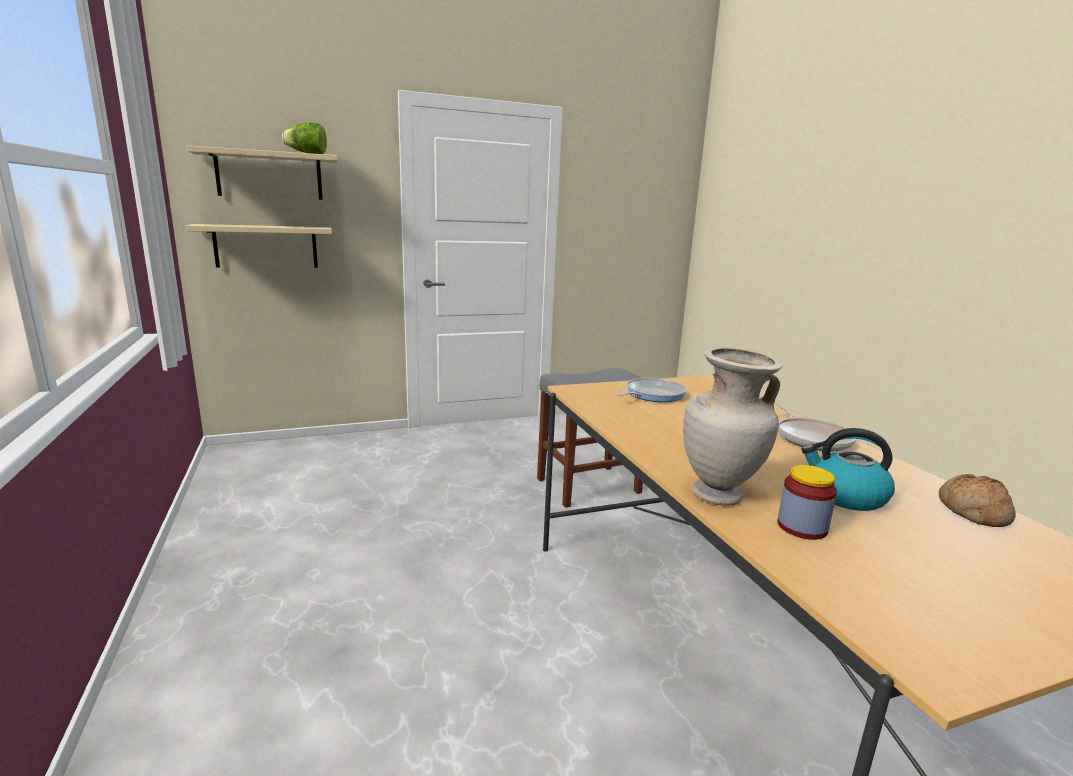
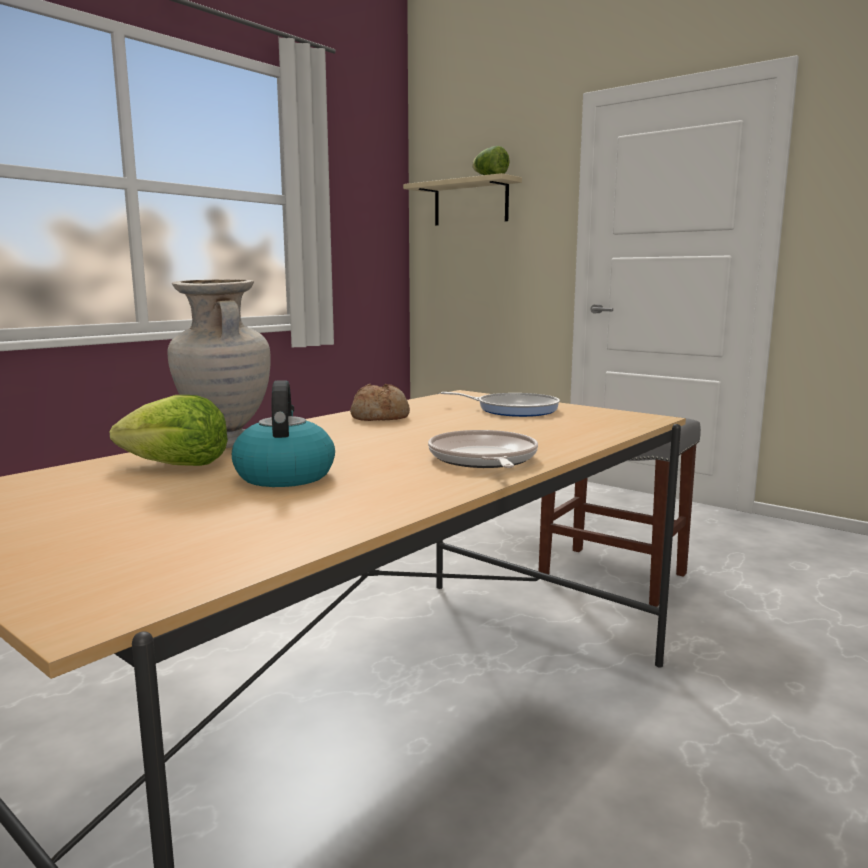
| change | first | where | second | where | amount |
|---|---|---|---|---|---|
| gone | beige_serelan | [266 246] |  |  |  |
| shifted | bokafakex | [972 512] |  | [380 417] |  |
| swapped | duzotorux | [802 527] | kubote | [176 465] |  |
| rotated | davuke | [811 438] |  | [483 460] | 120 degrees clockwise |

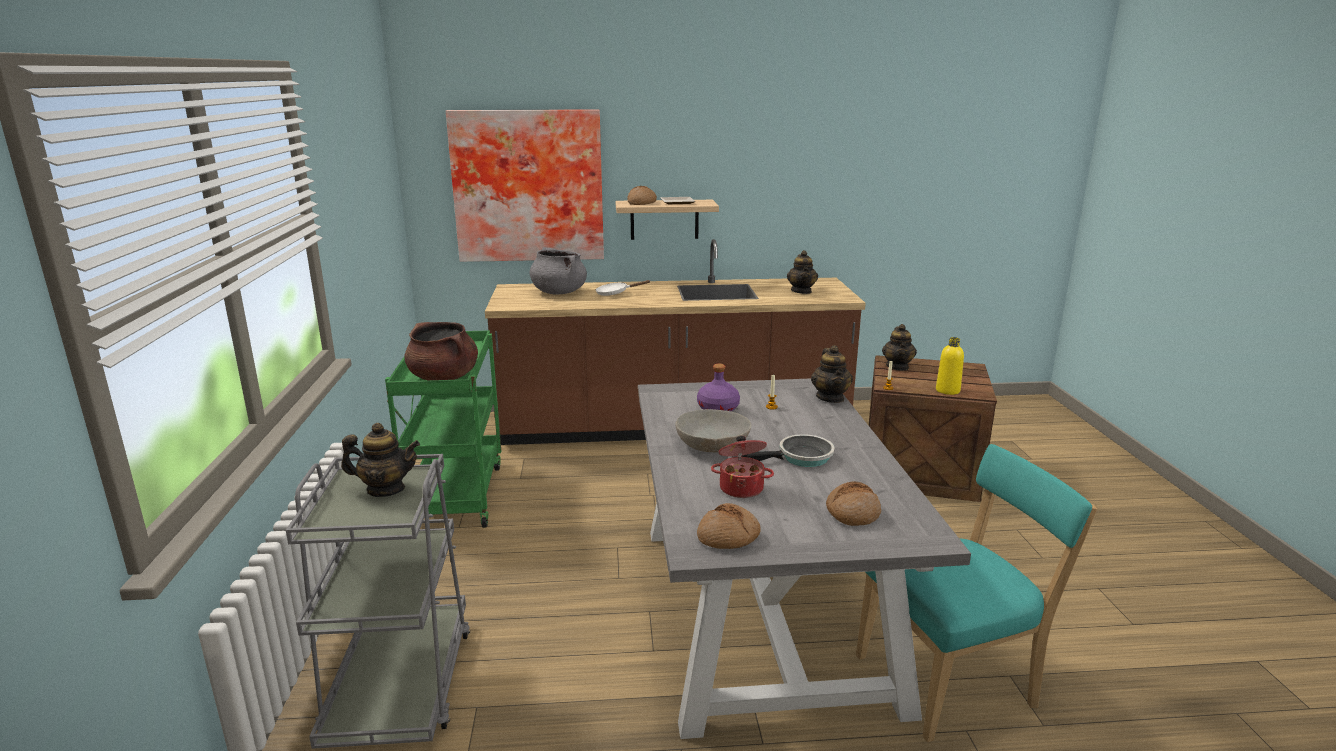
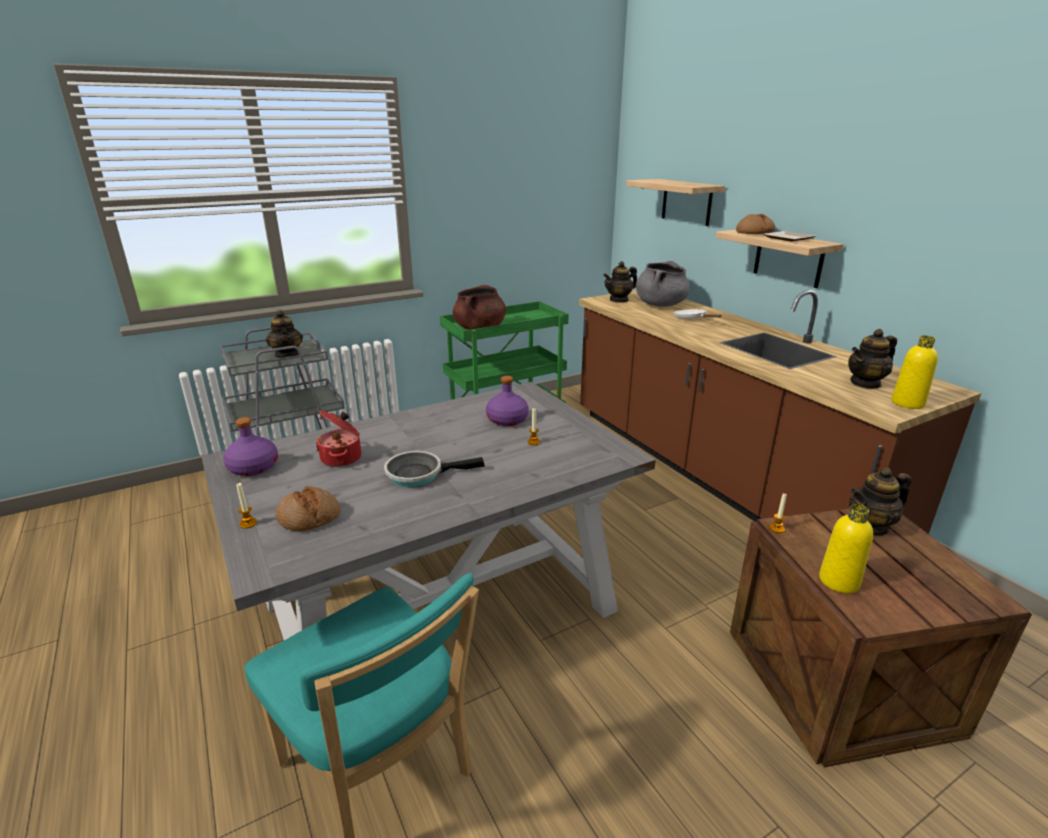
| change | first | where | second | where | amount |
|---|---|---|---|---|---|
| gone | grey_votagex | [713 445] |  |  |  |
| new |  |  | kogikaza | [248 523] |  |
| new |  |  | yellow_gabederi | [907 403] |  |
| shifted | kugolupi | [830 398] |  | [619 300] |  |
| swapped | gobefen | [528 186] | serelan | [686 202] |  |
| swapped | bokafakex | [728 537] | purple_gabederi | [253 467] |  |
| rotated | davuke | [801 458] |  | [419 474] | 120 degrees clockwise |

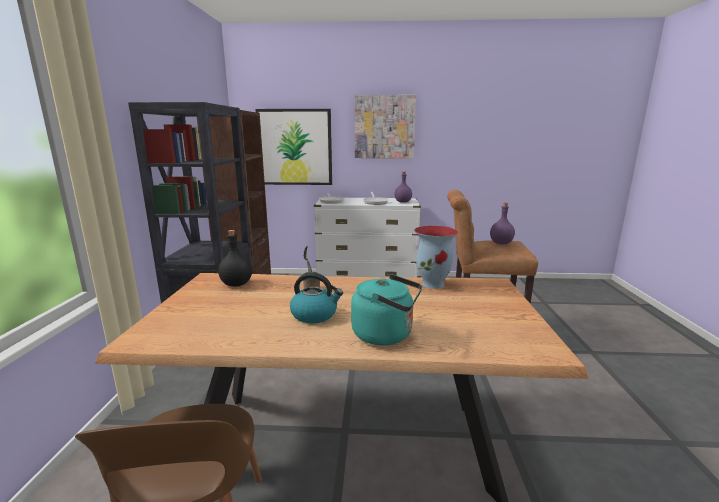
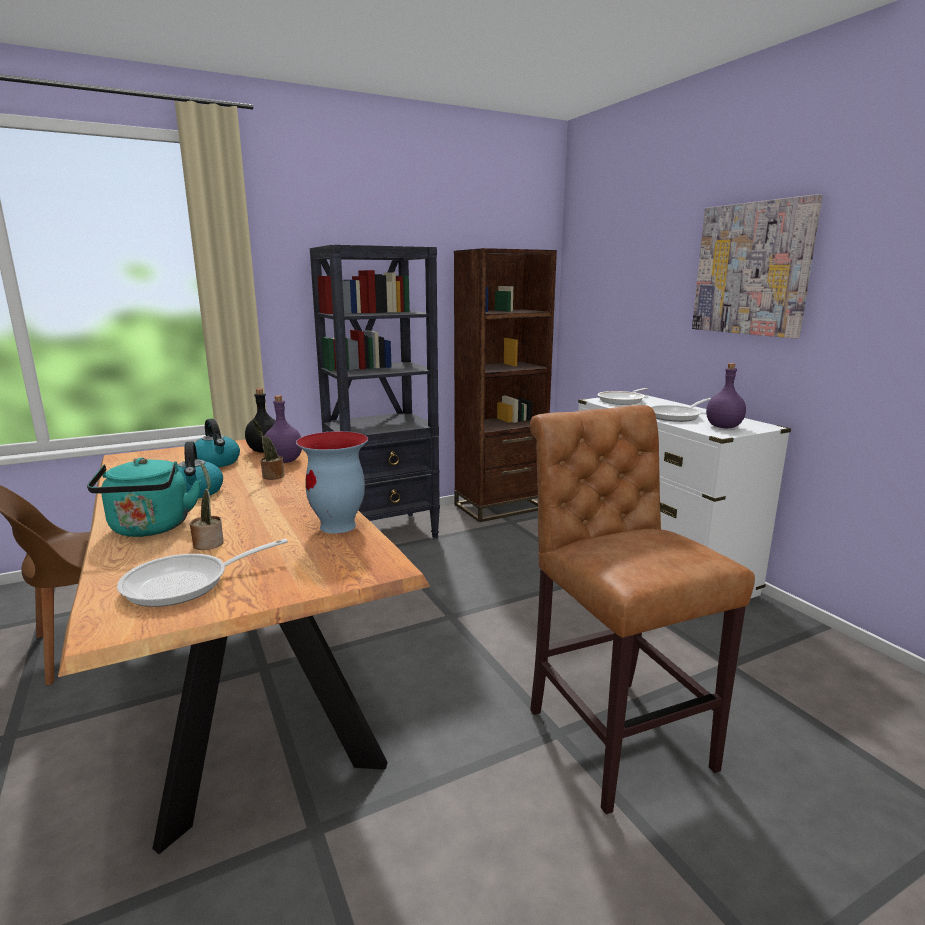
| change | first | where | second | where | amount |
|---|---|---|---|---|---|
| gone | gobefen | [295 147] |  |  |  |
| new |  |  | davuke | [186 584] |  |
| new |  |  | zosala | [209 543] |  |
| new |  |  | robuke | [217 462] |  |
| shifted | purple_gabederi | [500 243] |  | [283 461] |  |

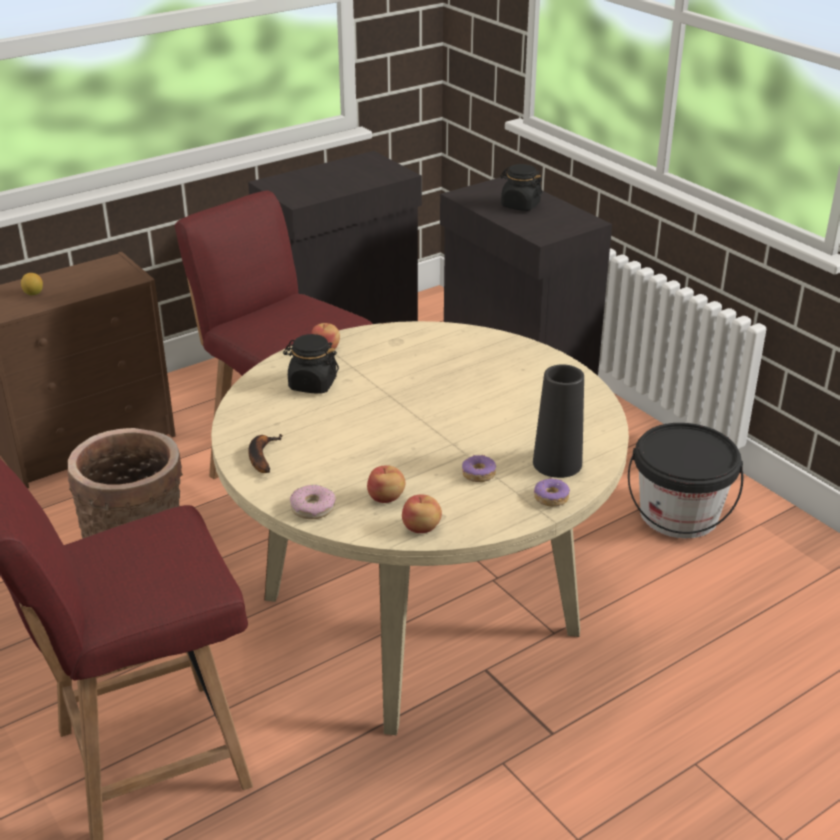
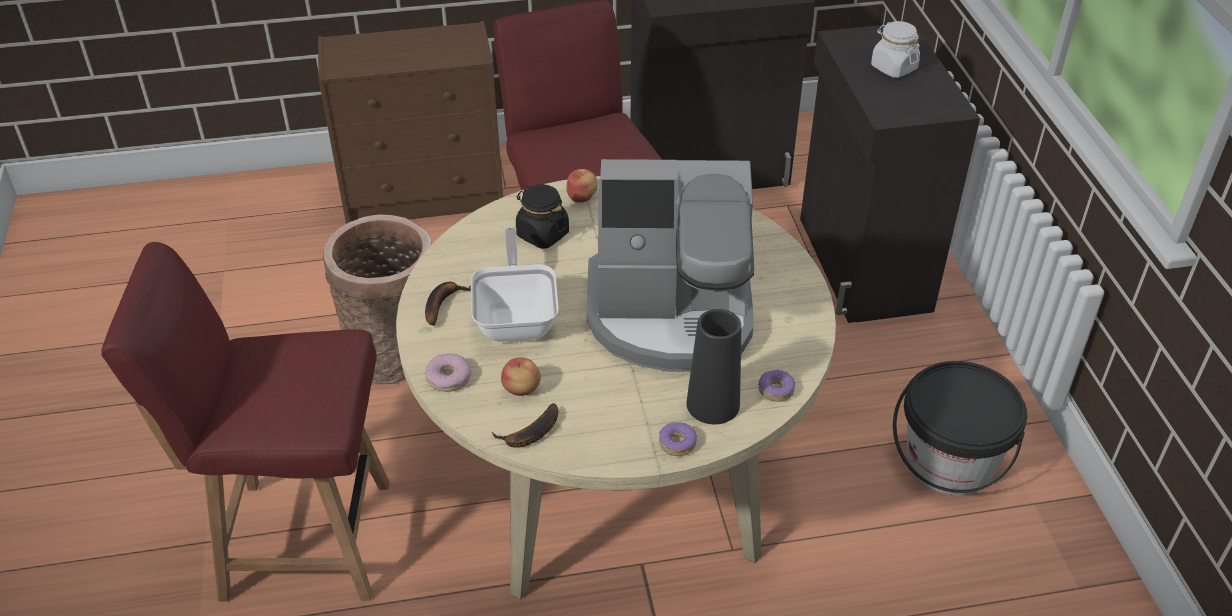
| change | first | where | second | where | amount |
|---|---|---|---|---|---|
| gone | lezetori | [33 293] |  |  |  |
| new |  |  | davuke | [517 317] |  |
| new |  |  | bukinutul | [671 315] |  |
| shifted | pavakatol | [478 474] |  | [775 390] |  |
| swapped | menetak | [421 528] | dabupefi | [530 435] |  |
| repainted | black_duzotorux | [520 205] | white_duzotorux | [893 68] |  |

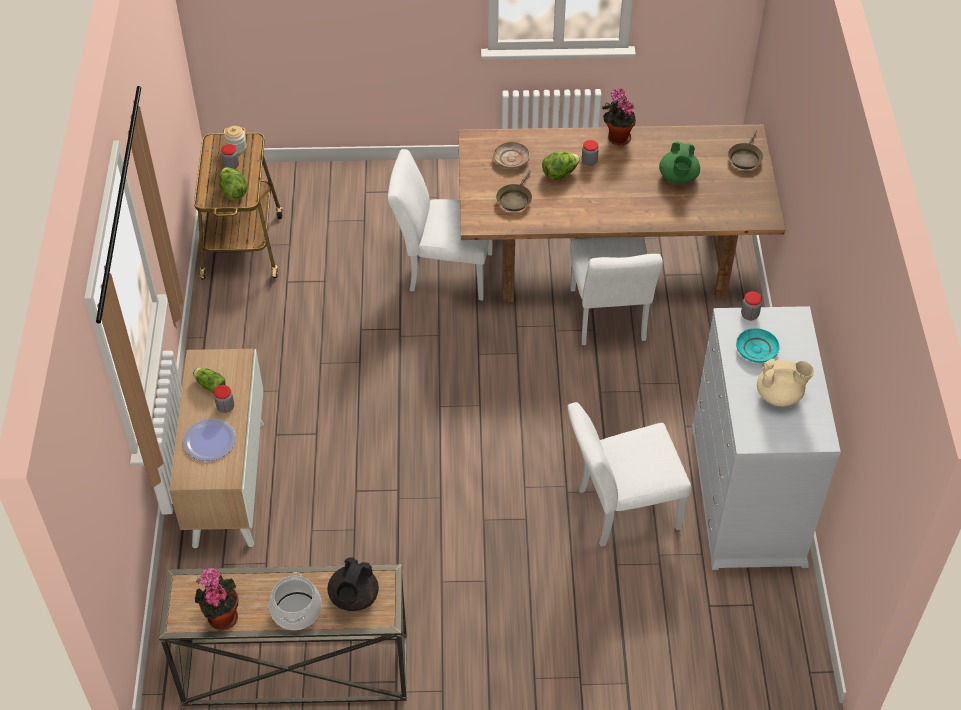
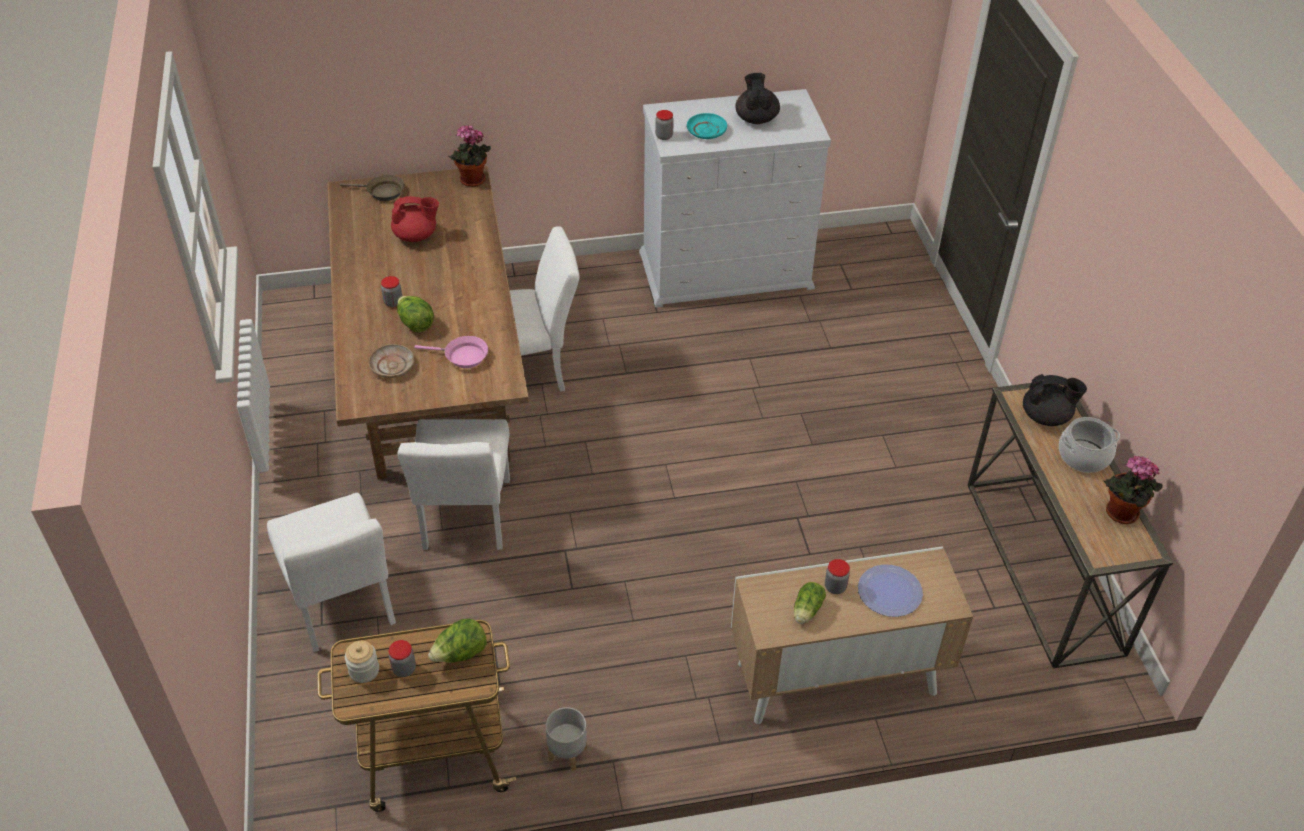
| change | first | where | second | where | amount |
|---|---|---|---|---|---|
| new |  |  | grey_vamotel | [568 752] |  |
| shifted | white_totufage | [620 510] |  | [344 609] |  |
| shifted | zosala | [617 137] |  | [472 181] |  |
| repainted | brown_davuke | [515 199] | pink_davuke | [462 356] |  |
| repainted | green_kugolupi | [678 177] | red_kugolupi | [416 236] |  |
| repainted | beige_kugolupi | [779 395] | black_kugolupi | [756 118] |  |

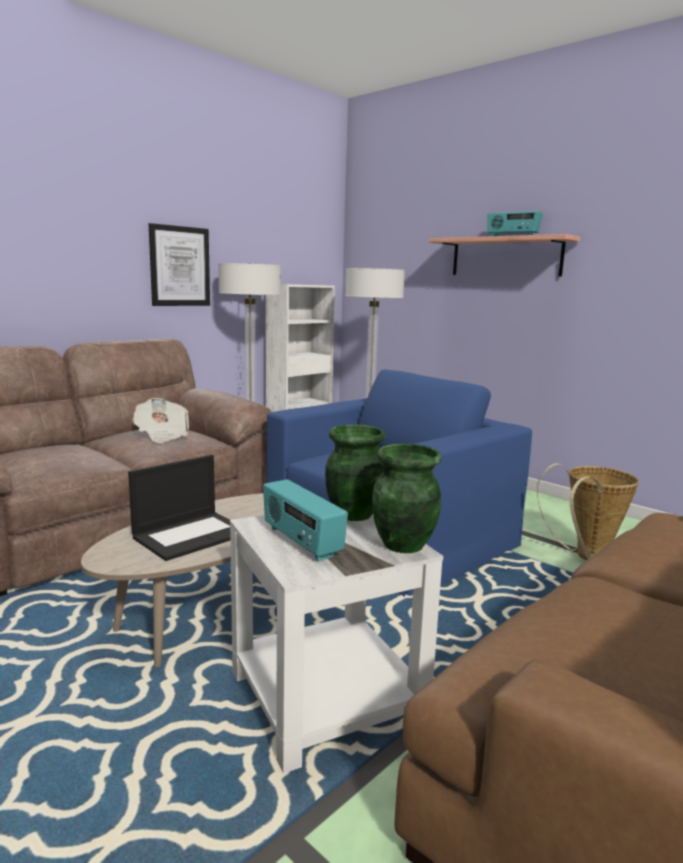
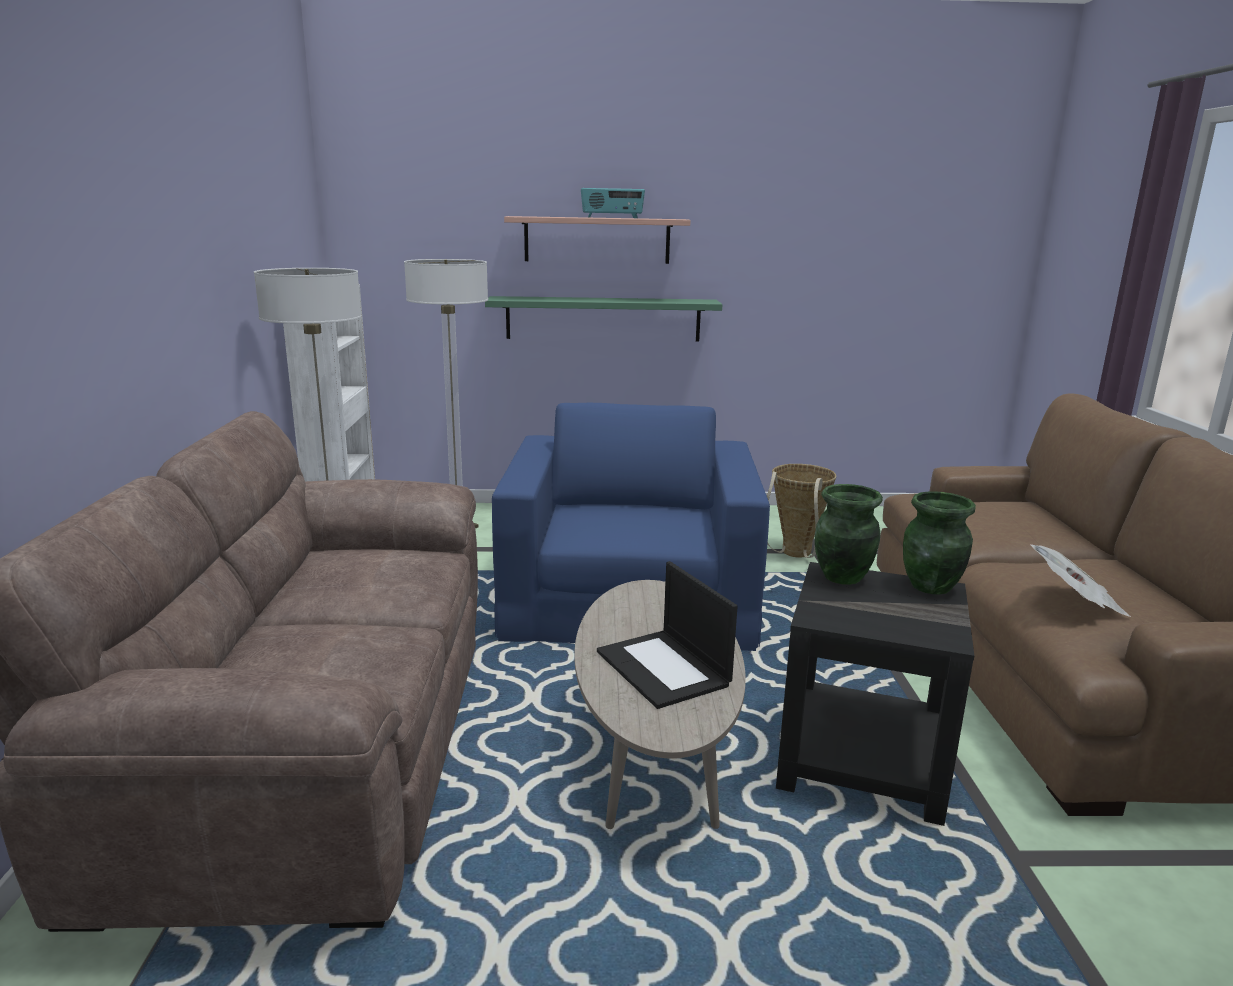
| change | first | where | second | where | amount |
|---|---|---|---|---|---|
| gone | gobefen | [180 266] |  |  |  |
| gone | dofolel | [301 542] |  |  |  |
| new |  |  | green_serelan | [603 319] |  |
| shifted | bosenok | [162 435] |  | [1075 603] |  |
| repainted | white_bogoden | [329 698] | black_bogoden | [864 760] |  |
| rotated | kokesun | [192 535] |  | [664 668] | 150 degrees clockwise |

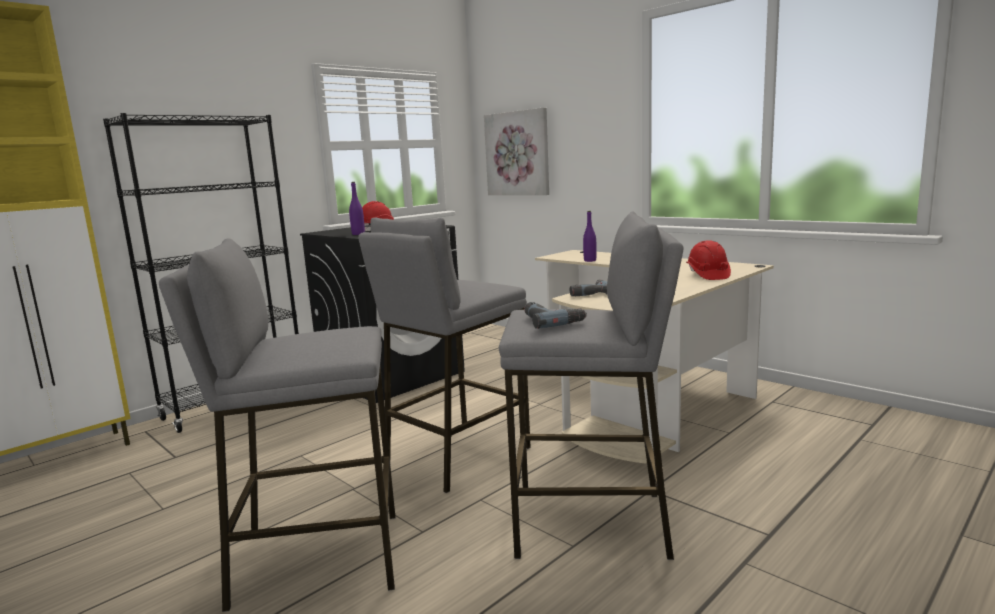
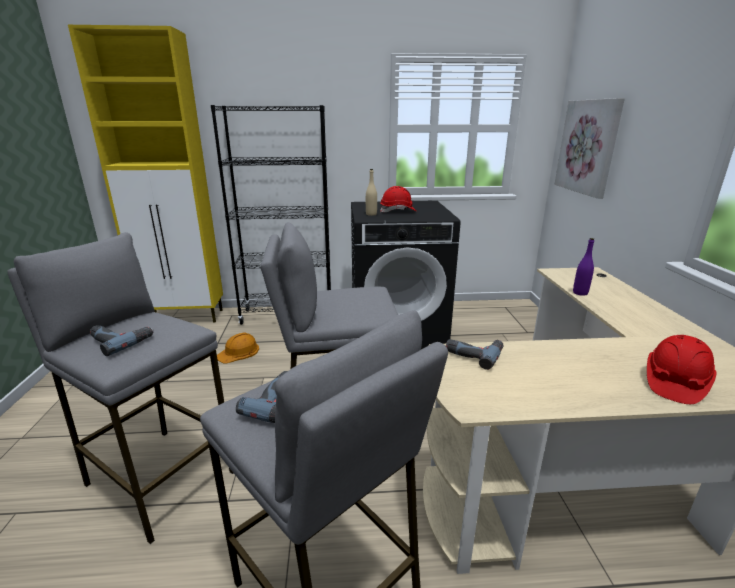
| change | first | where | second | where | amount |
|---|---|---|---|---|---|
| new |  |  | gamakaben | [120 340] |  |
| new |  |  | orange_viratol | [238 352] |  |
| repainted | purple_gabederi | [358 234] | beige_gabederi | [371 214] |  |

